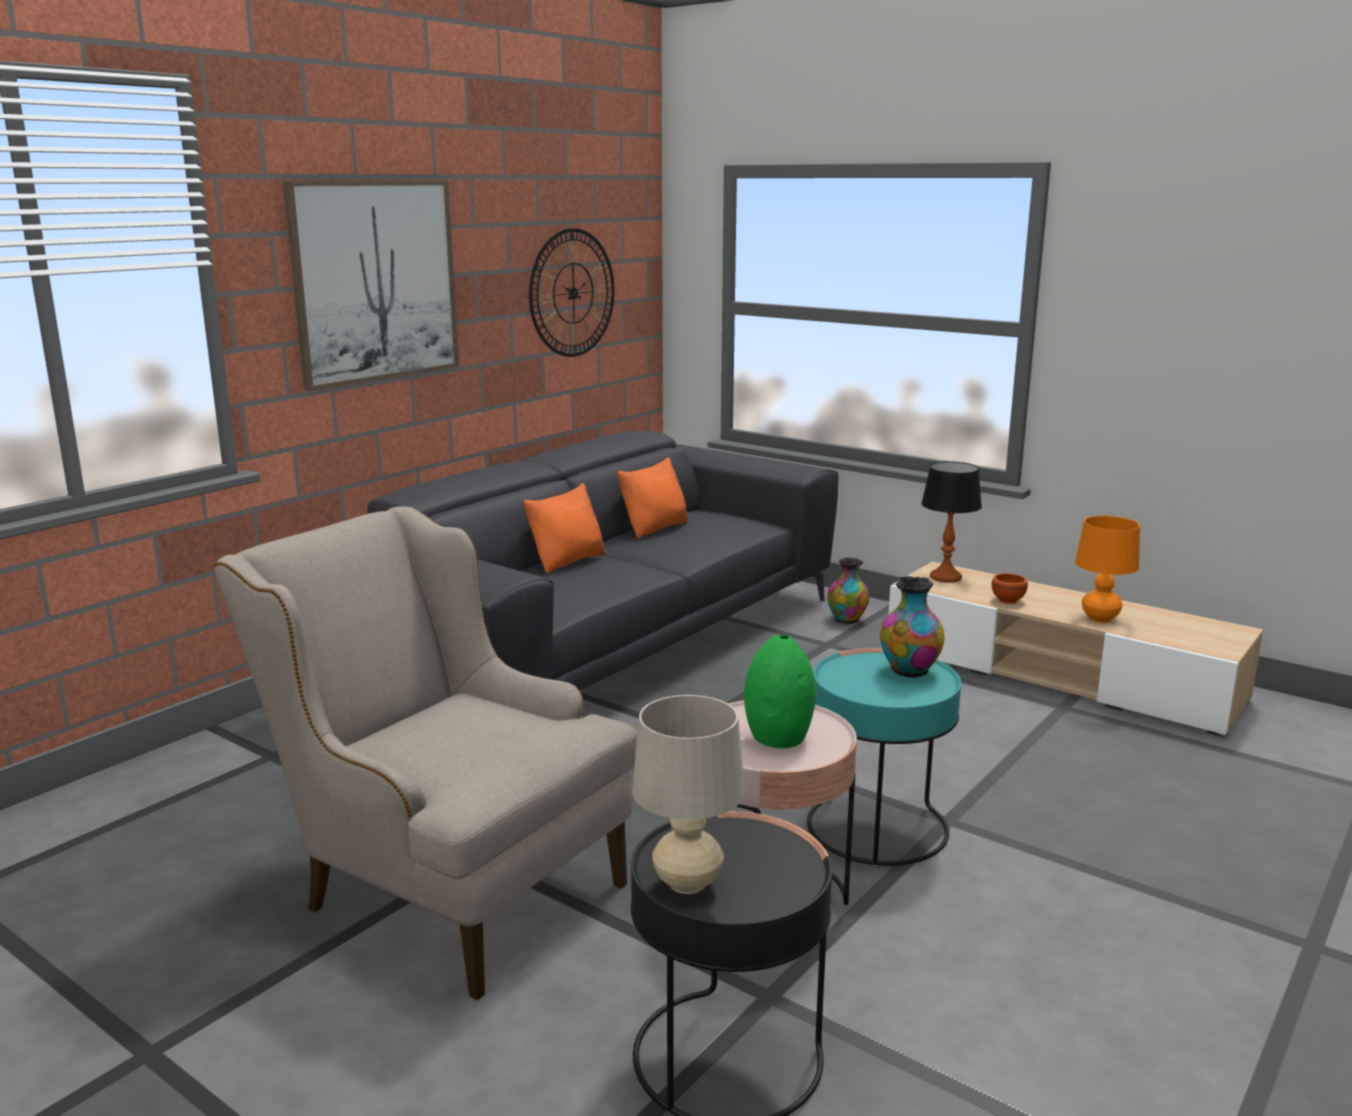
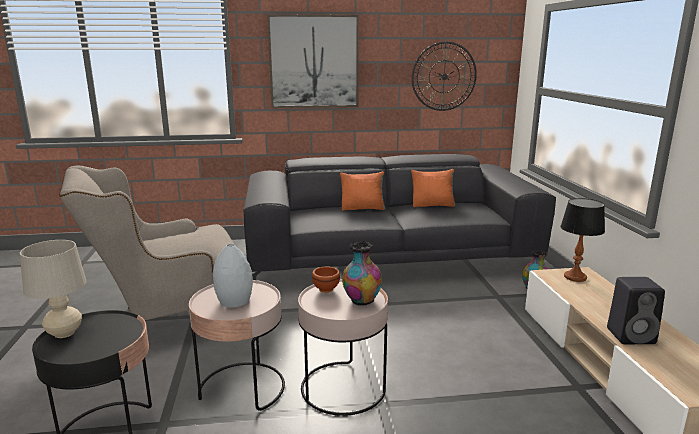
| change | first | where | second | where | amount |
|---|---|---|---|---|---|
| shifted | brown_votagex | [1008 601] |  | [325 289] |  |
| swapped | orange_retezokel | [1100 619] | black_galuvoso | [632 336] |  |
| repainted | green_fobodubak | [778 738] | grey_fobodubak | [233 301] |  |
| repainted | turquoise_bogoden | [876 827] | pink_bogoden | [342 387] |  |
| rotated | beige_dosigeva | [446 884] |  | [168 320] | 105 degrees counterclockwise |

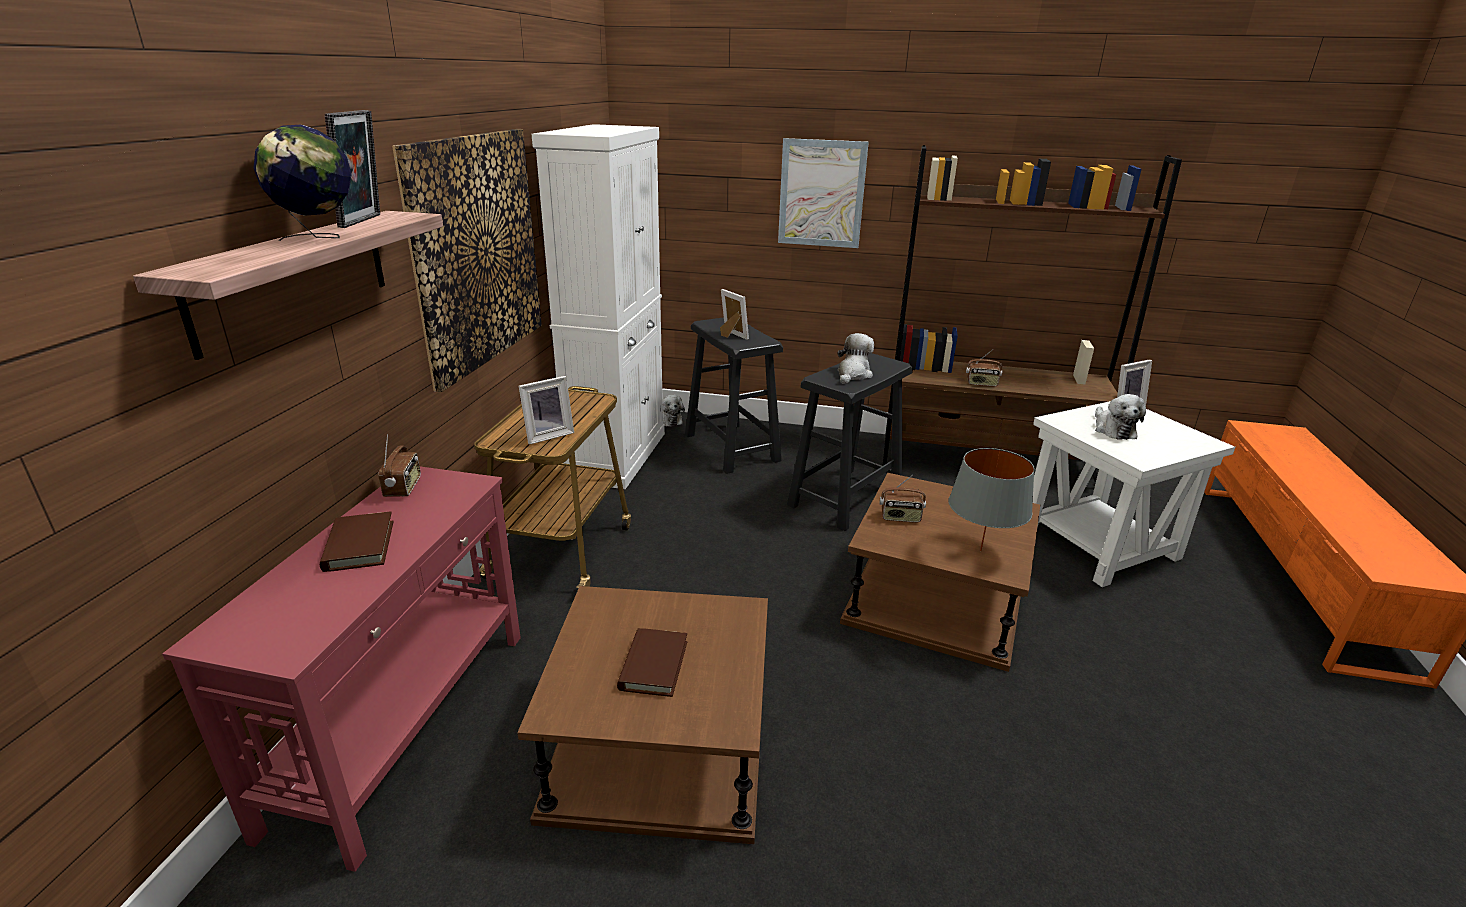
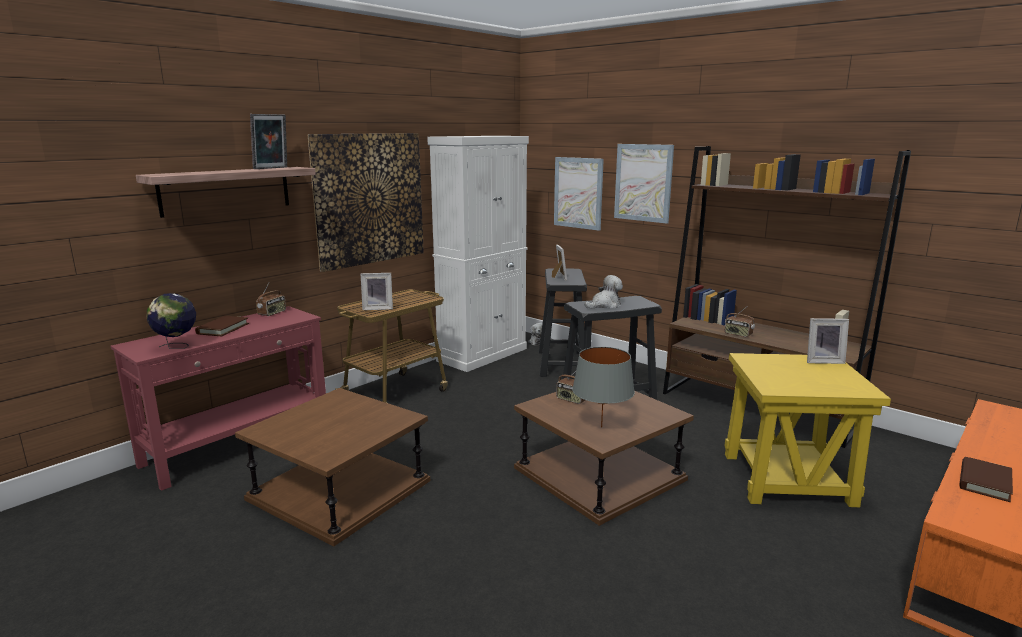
| change | first | where | second | where | amount |
|---|---|---|---|---|---|
| gone | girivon | [1113 429] |  |  |  |
| new |  |  | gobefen | [578 193] |  |
| shifted | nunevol | [319 238] |  | [177 347] |  |
| shifted | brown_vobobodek | [653 665] |  | [984 482] |  |
| repainted | white_bogoden | [1098 544] | yellow_bogoden | [787 478] |  |

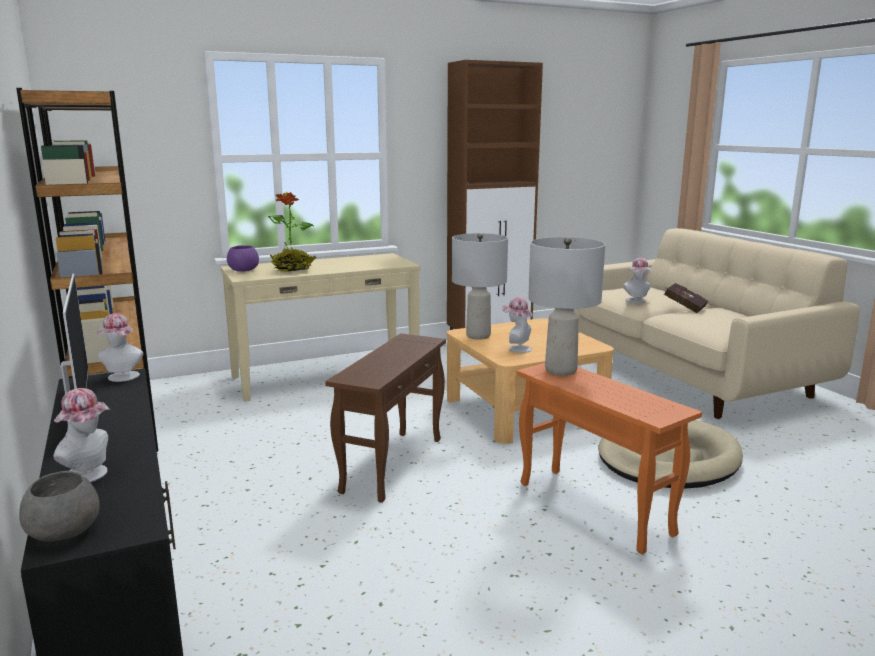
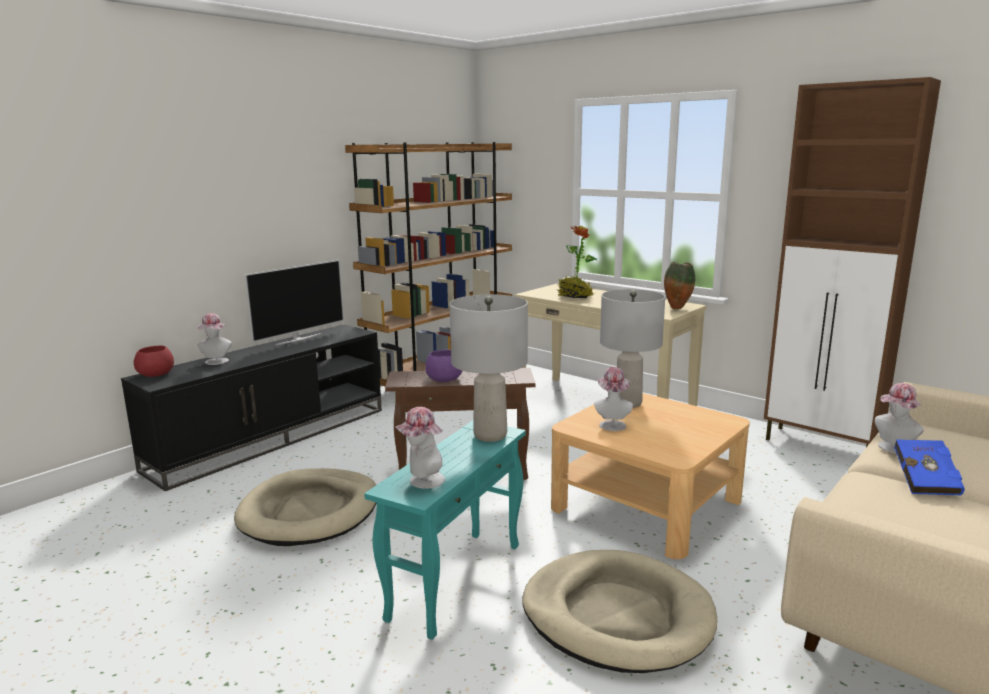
| change | first | where | second | where | amount |
|---|---|---|---|---|---|
| new |  |  | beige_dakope | [310 511] |  |
| new |  |  | fobodubak | [677 308] |  |
| shifted | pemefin | [122 378] |  | [422 481] |  |
| shifted | purple_votagex | [243 270] |  | [443 379] |  |
| repainted | grey_votagex | [63 530] | red_votagex | [156 374] |  |
| repainted | orange_bogoden | [593 508] | turquoise_bogoden | [456 581] |  |
| repainted | red_vobobodek | [683 307] | blue_vobobodek | [924 481] |  |

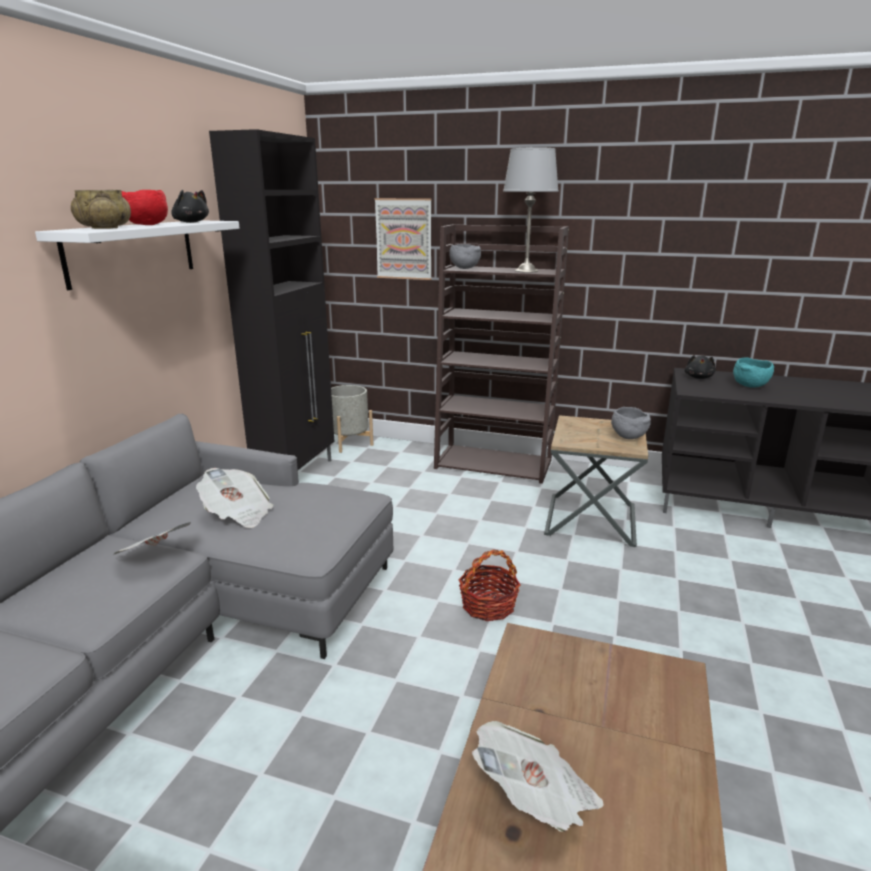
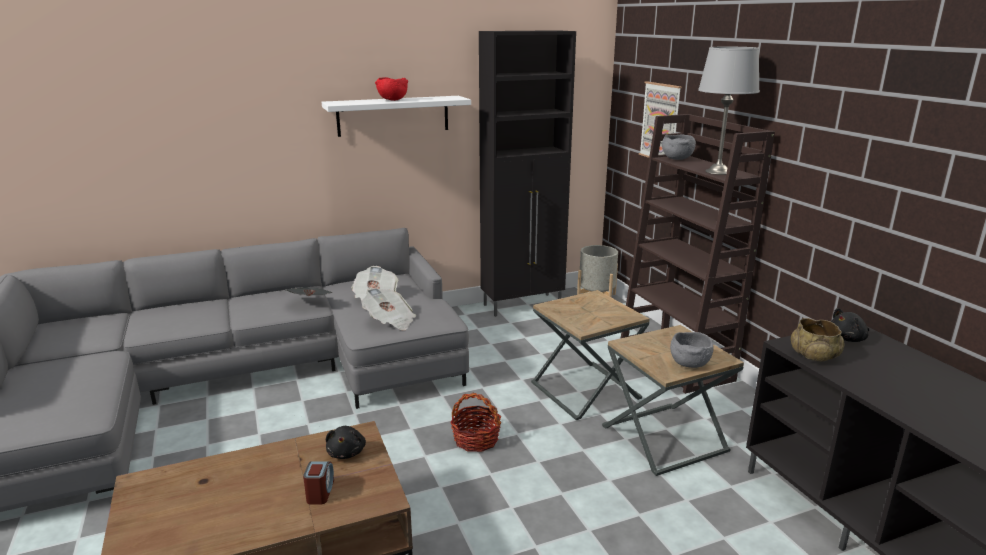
| change | first | where | second | where | amount |
|---|---|---|---|---|---|
| gone | turquoise_votagex | [750 386] |  |  |  |
| new |  |  | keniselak | [320 492] |  |
| new |  |  | brown_bogoden | [585 390] |  |
| shifted | beige_votagex | [104 228] |  | [814 356] |  |
| shifted | black_girivon | [191 222] |  | [347 452] |  |
| shifted | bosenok | [536 799] |  | [390 321] |  |

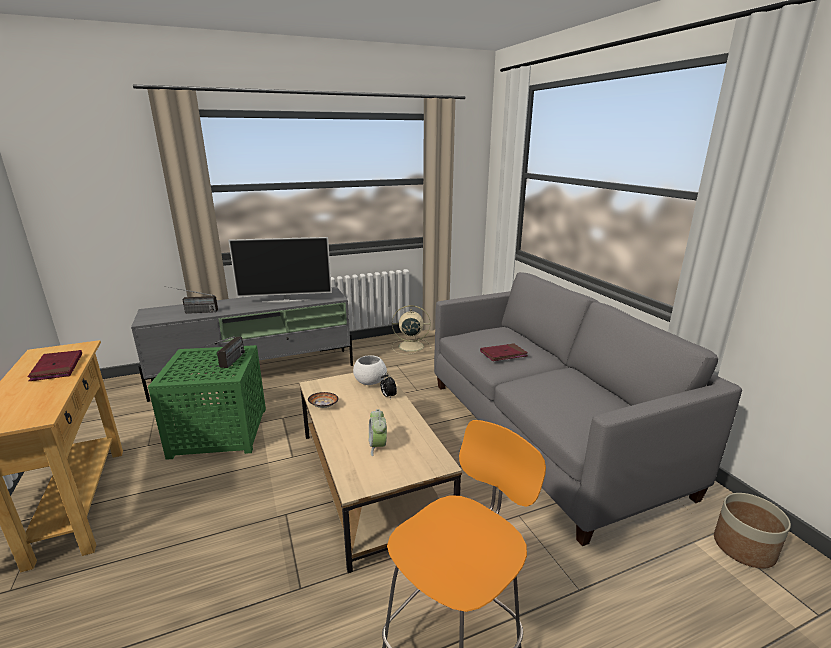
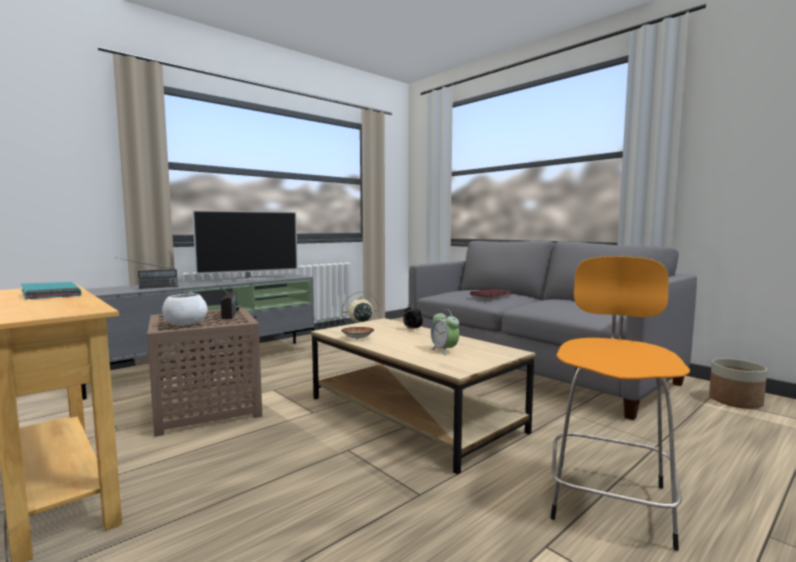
| change | first | where | second | where | amount |
|---|---|---|---|---|---|
| shifted | white_votagex | [369 381] |  | [185 324] |  |
| repainted | red_vobobodek | [57 368] | turquoise_vobobodek | [51 294] |  |
| repainted | green_bogoden | [218 431] | brown_bogoden | [205 408] |  |

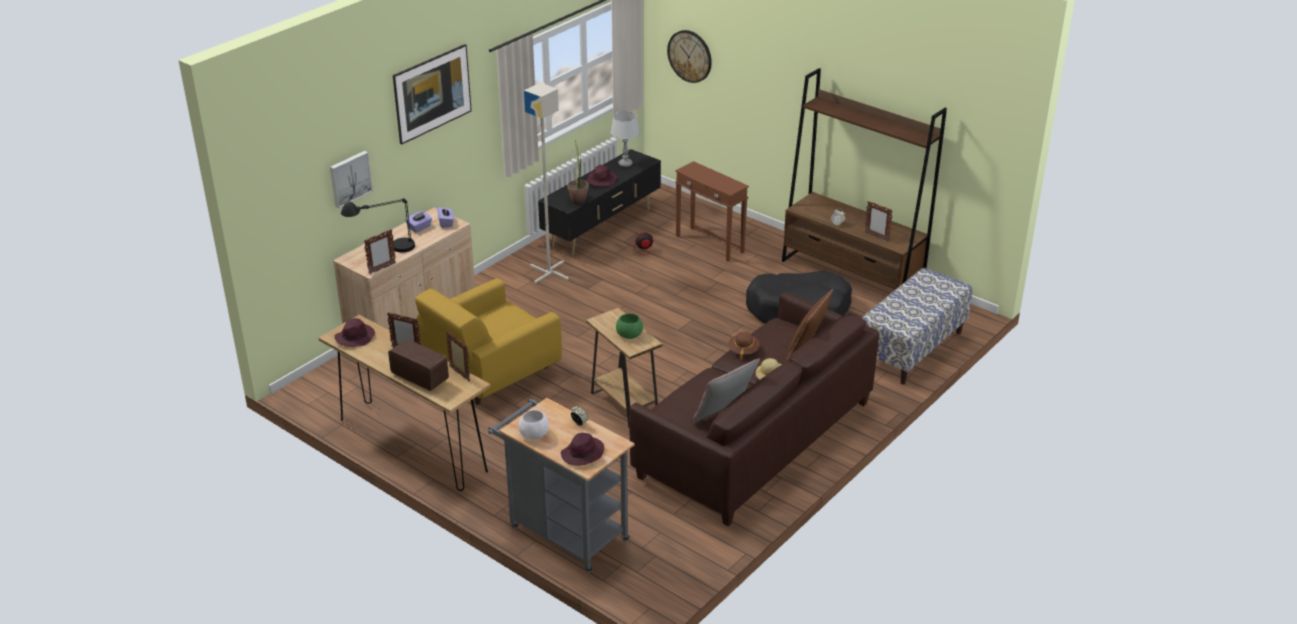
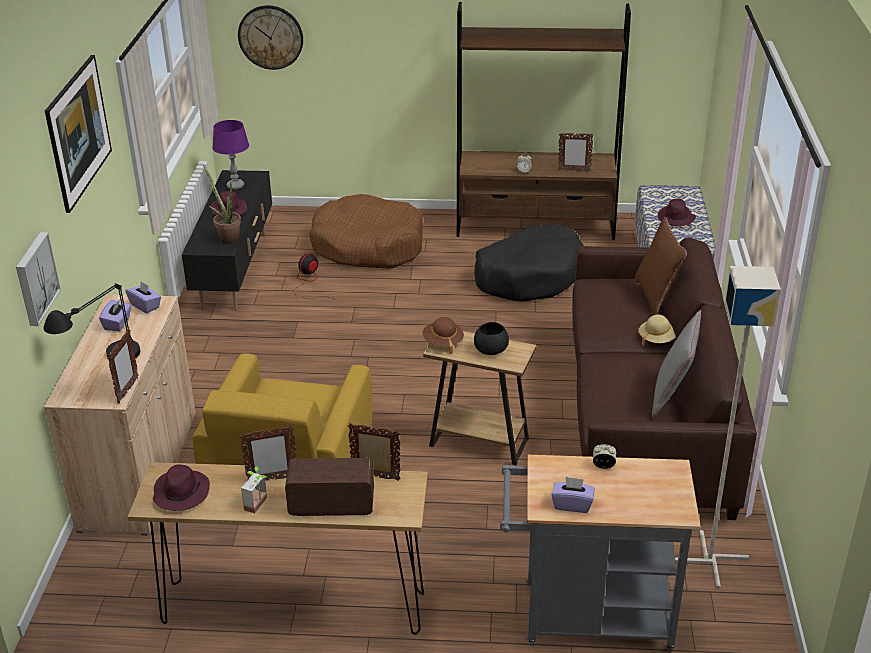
| change | first | where | second | where | amount |
|---|---|---|---|---|---|
| new |  |  | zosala | [260 505] |  |
| shifted | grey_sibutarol | [549 272] |  | [710 559] |  |
| shifted | purple_pemefin | [582 454] |  | [676 218] |  |
| shifted | brown_pemefin | [743 350] |  | [443 342] |  |
| swapped | white_votagex | [533 434] | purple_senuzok | [572 504] |  |
| swapped | brown_bogoden | [709 244] | brown_dakope | [368 246] |  |
| repainted | grey_retezokel | [625 164] | purple_retezokel | [235 186] |  |
| repainted | green_votagex | [629 334] | black_votagex | [490 350] |  |

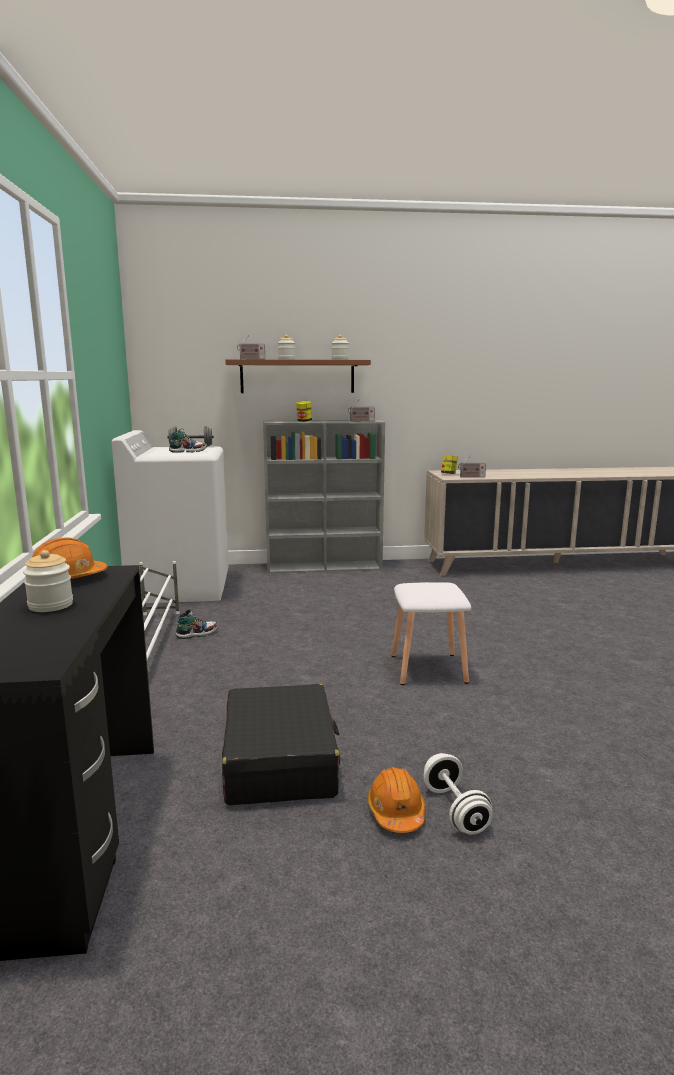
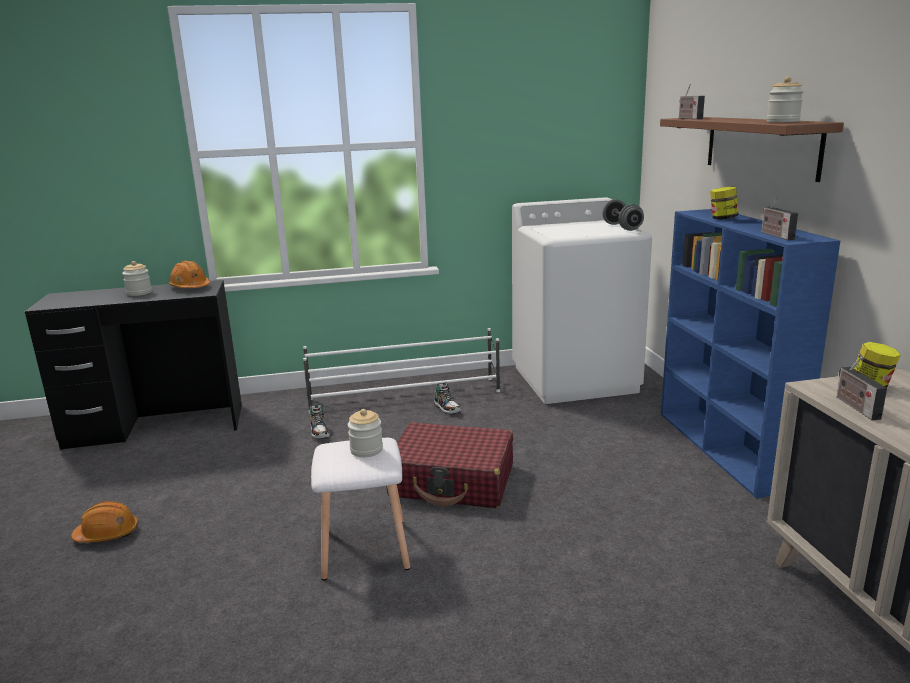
| change | first | where | second | where | amount |
|---|---|---|---|---|---|
| gone | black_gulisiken | [280 760] |  |  |  |
| gone | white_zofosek | [455 810] |  |  |  |
| new |  |  | red_gulisiken | [452 481] |  |
| shifted | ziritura | [188 451] |  | [320 432] |  |
| shifted | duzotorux | [286 359] |  | [366 450] |  |
| repainted | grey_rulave | [325 567] | blue_rulave | [725 449] |  |

